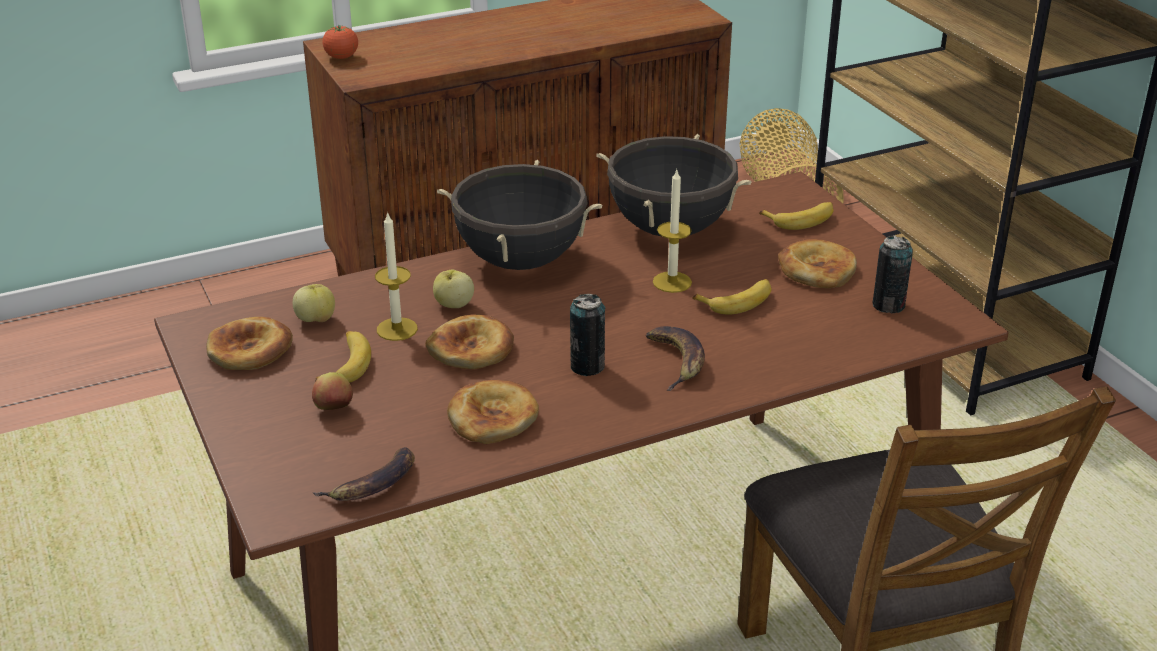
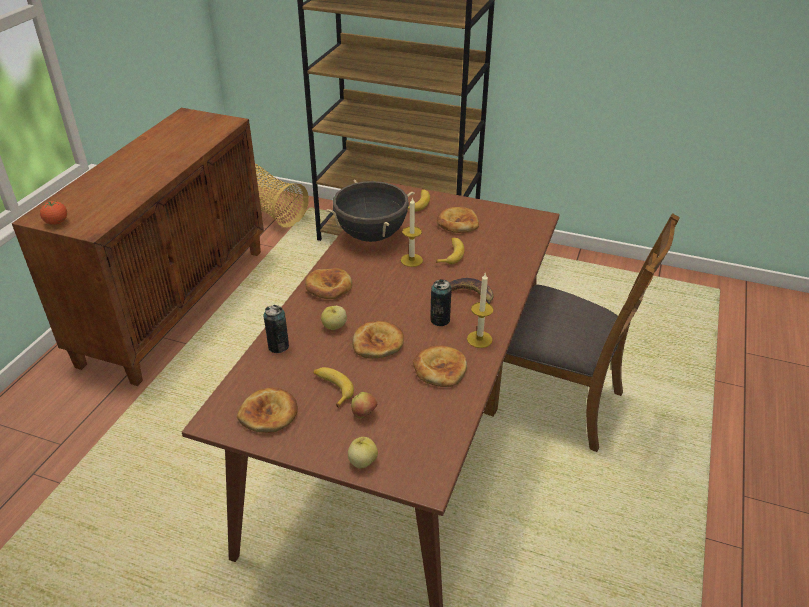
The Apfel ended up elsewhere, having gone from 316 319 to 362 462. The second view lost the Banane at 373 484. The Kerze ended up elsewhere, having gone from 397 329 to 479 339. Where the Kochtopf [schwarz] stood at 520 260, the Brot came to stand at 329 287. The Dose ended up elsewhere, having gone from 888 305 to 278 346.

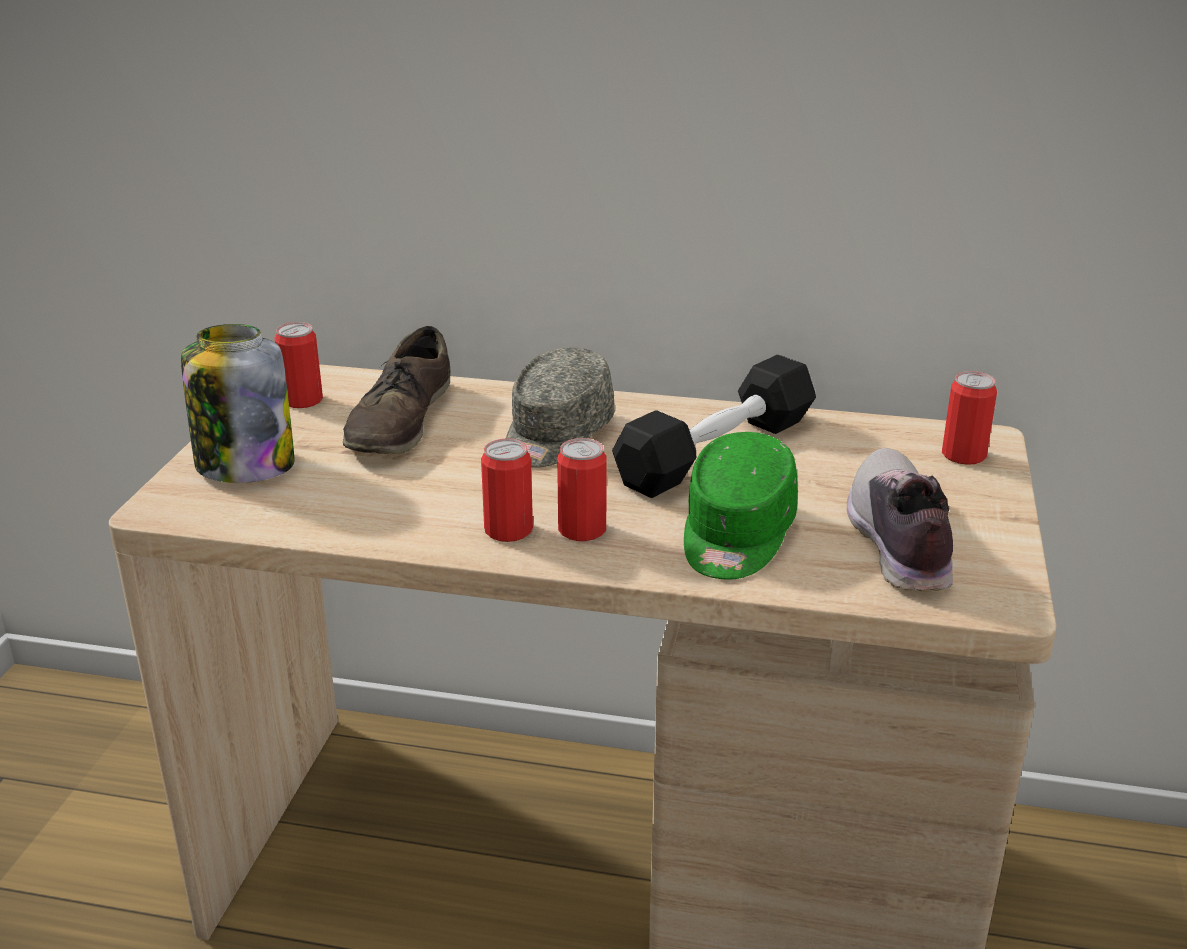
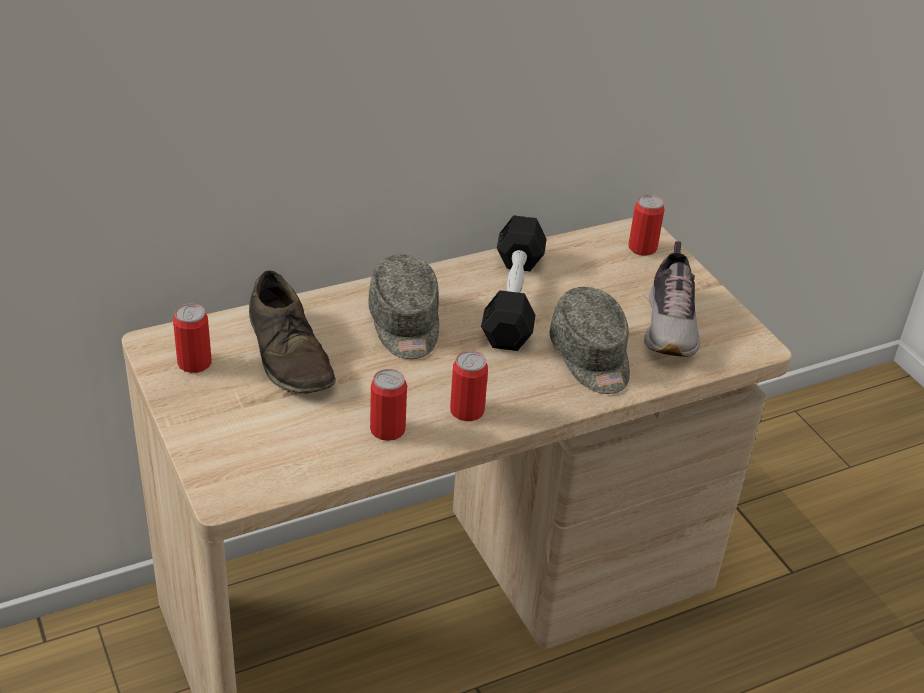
The second view lost the Vorratsglas at 244 465. The Dose ended up elsewhere, having gone from 582 530 to 387 430. What was the Kappe [grün] at 736 535 turned into the Kappe [grau] at 591 358. The Schuh at 897 541 ended up facing another way, 135 degrees counterclockwise from before.

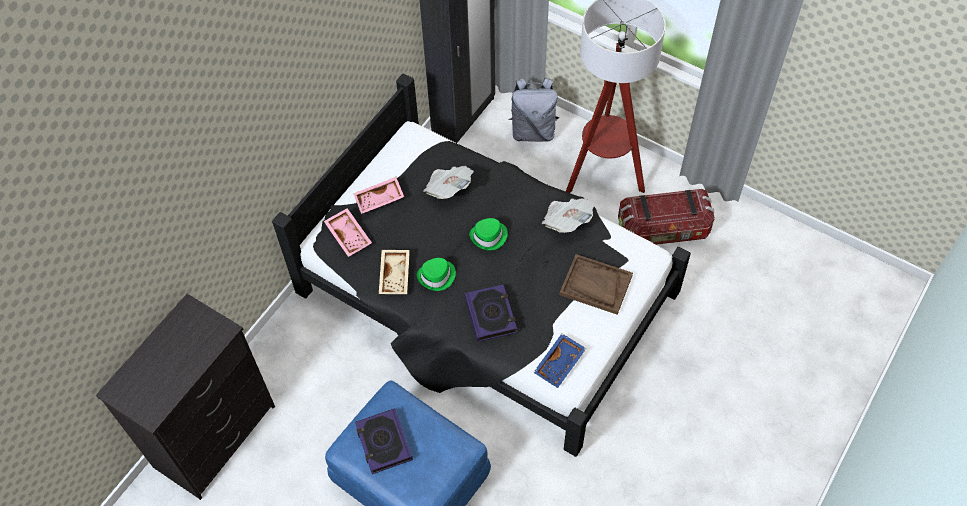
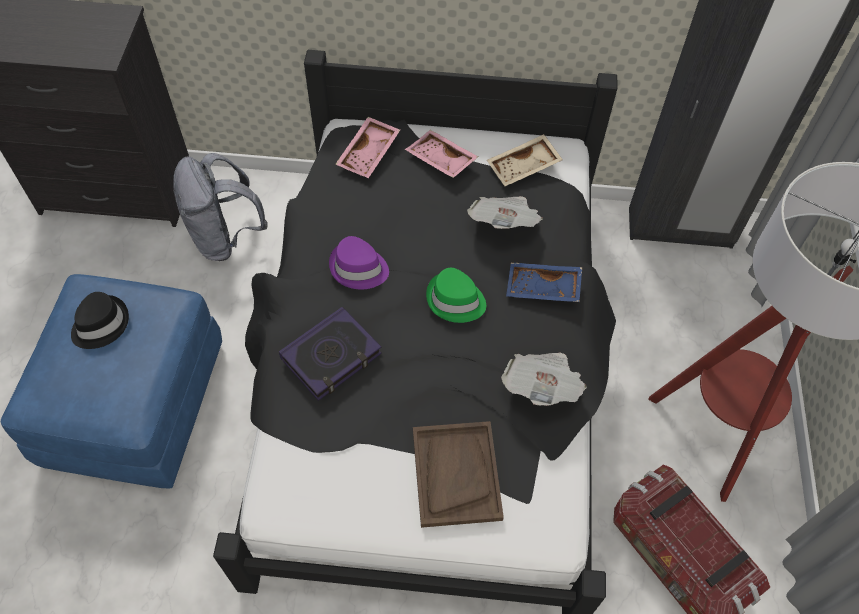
Where the Buch stood at 383 443, the Hut [schwarz] came to stand at 100 324. The Tablett [beige] ended up elsewhere, having gone from 395 275 to 524 167. What was the Hut [grün] at 437 276 turned into the Hut [lila] at 358 268. The Rucksack [grau] ended up elsewhere, having gone from 533 131 to 225 237. The Tablett [blau] ended up elsewhere, having gone from 560 364 to 542 289.

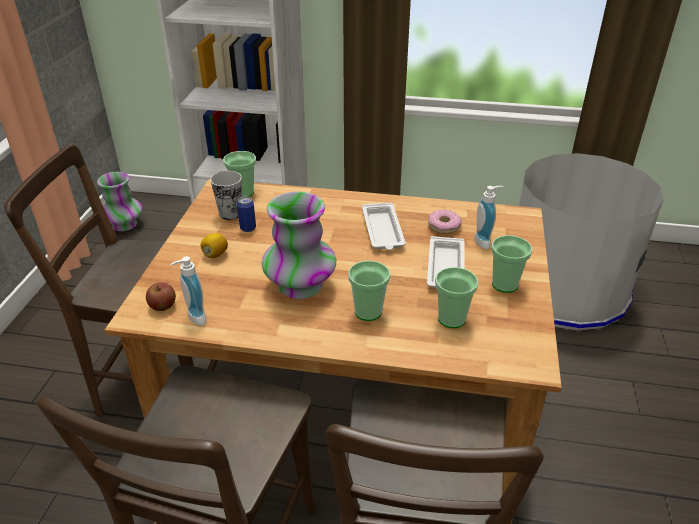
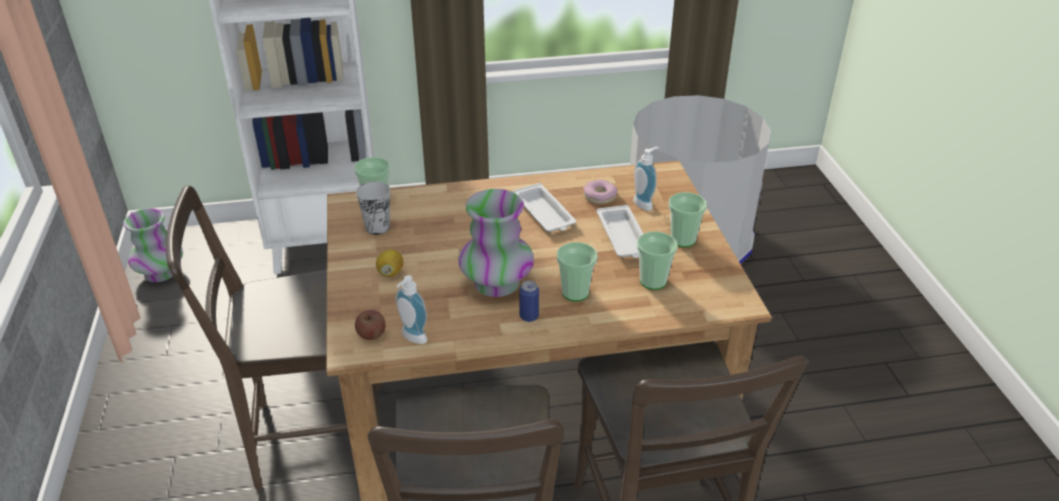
The Dose ended up elsewhere, having gone from 248 228 to 529 316.

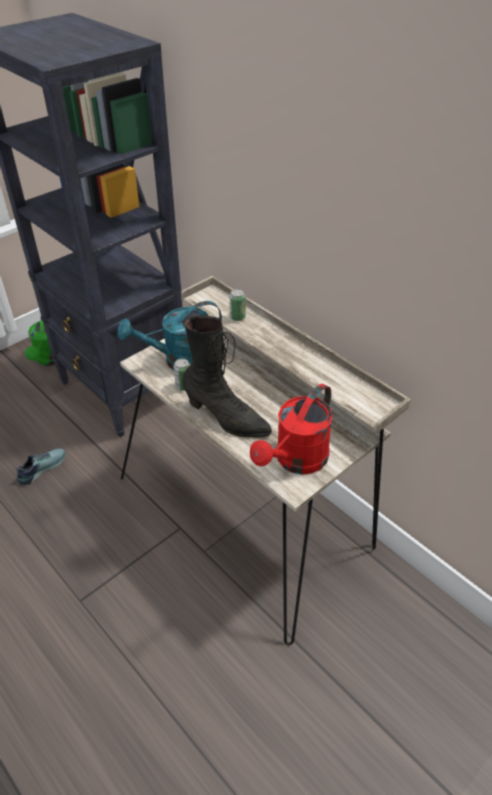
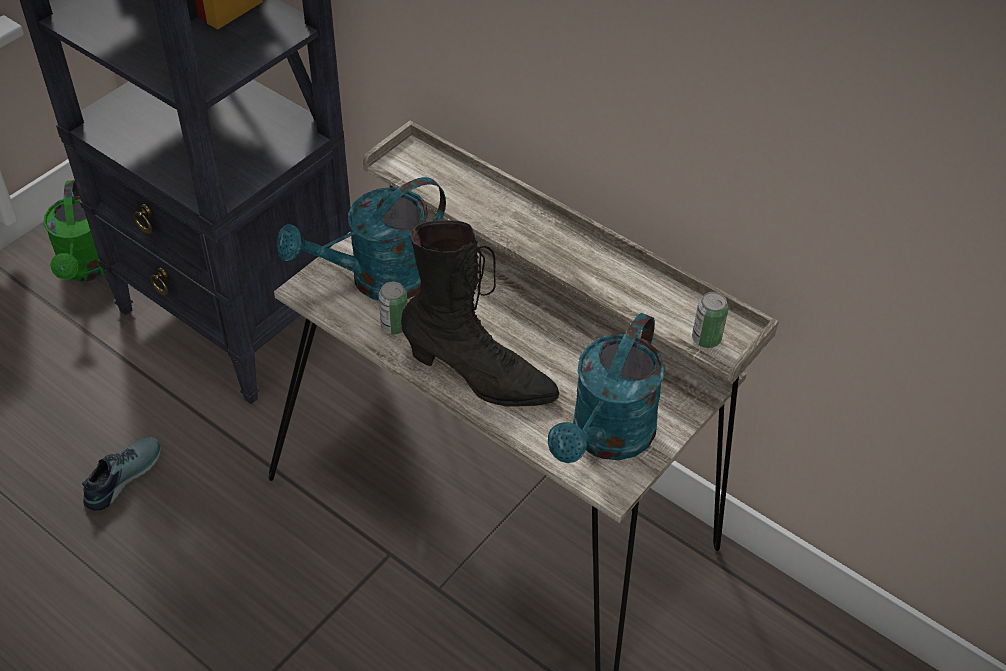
The Dose ended up elsewhere, having gone from 237 317 to 706 339. What was the Gießkanne [rot] at 296 461 turned into the Gießkanne [türkis] at 606 438.

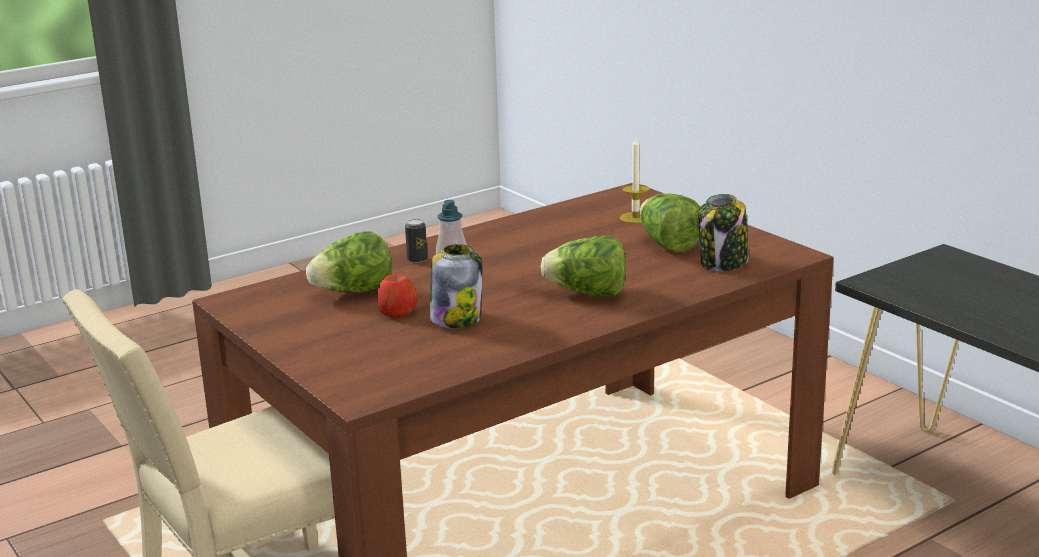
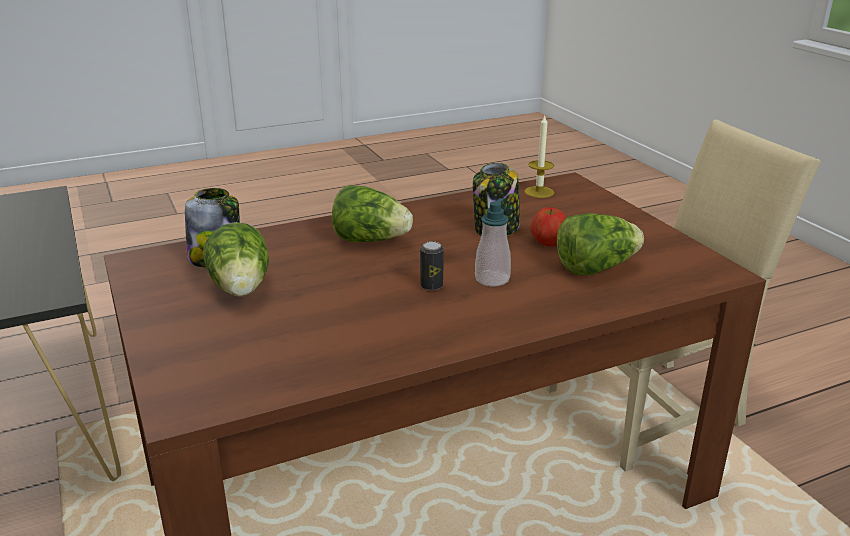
The Dose ended up elsewhere, having gone from 417 260 to 431 286. The Kerze ended up elsewhere, having gone from 635 218 to 539 192.

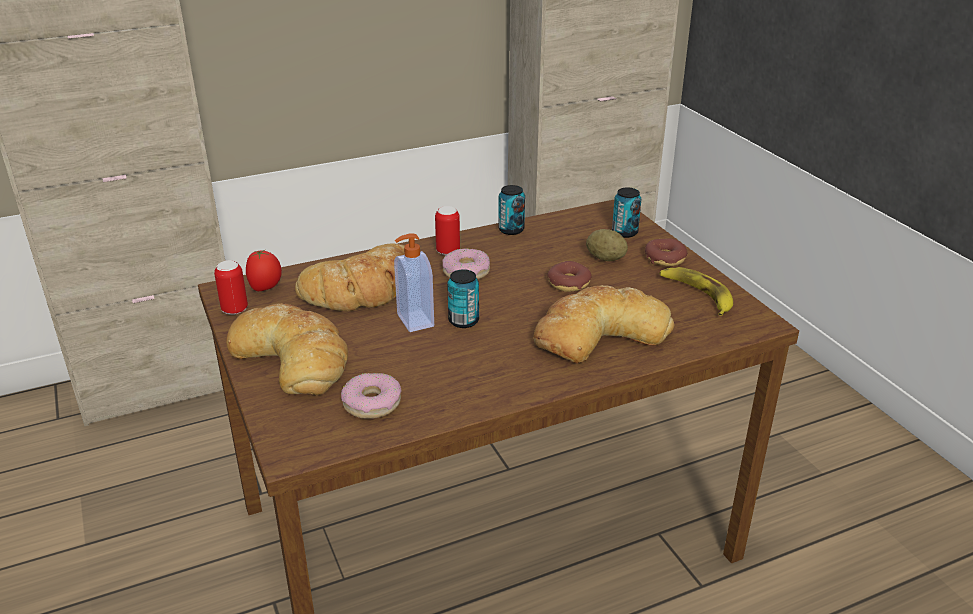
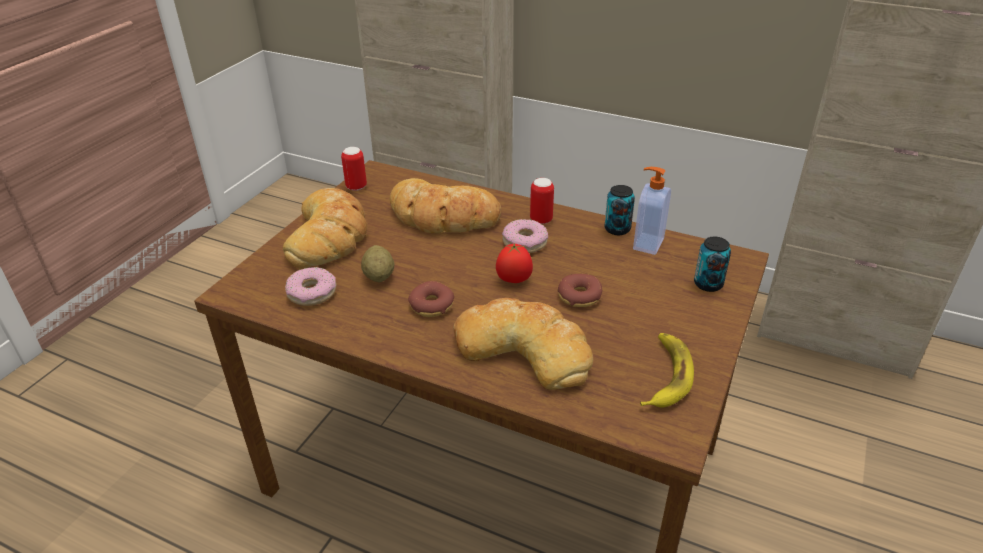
The Tomate ended up elsewhere, having gone from 266 288 to 514 280. The Seifenspender ended up elsewhere, having gone from 414 321 to 647 244. The second view lost the Dose at 463 321. The Kartoffel ended up elsewhere, having gone from 605 258 to 379 276. The Donut ended up elsewhere, having gone from 665 258 to 432 305.

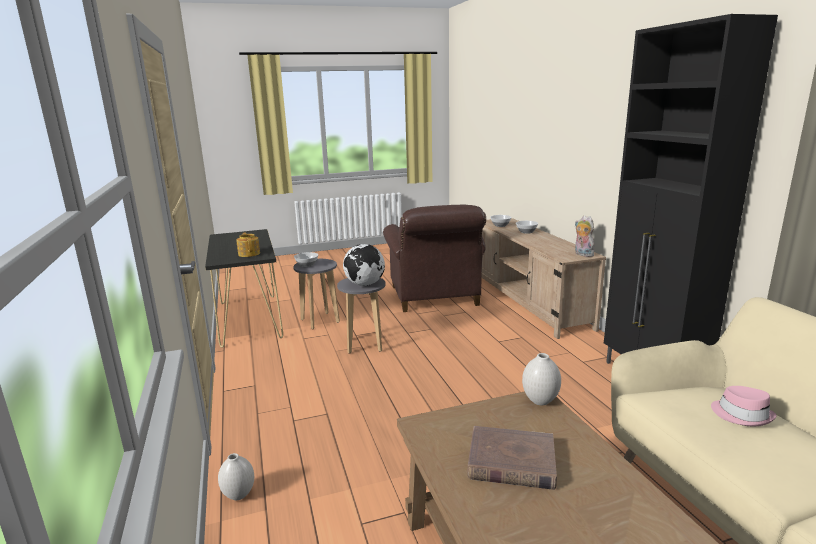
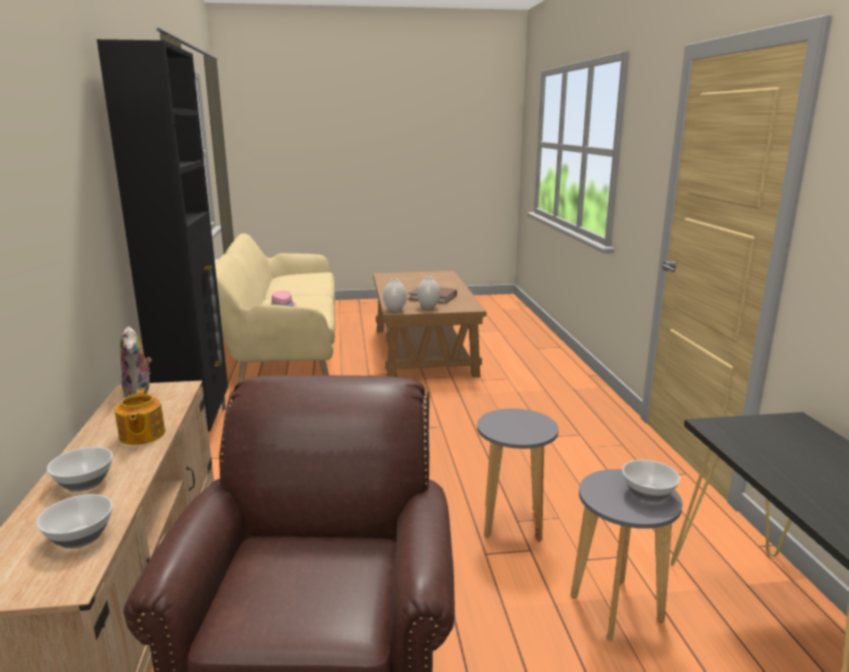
The Vase [weiß] ended up elsewhere, having gone from 238 495 to 429 307. The Teekanne ended up elsewhere, having gone from 249 253 to 141 435. The second view lost the Globus at 365 284.

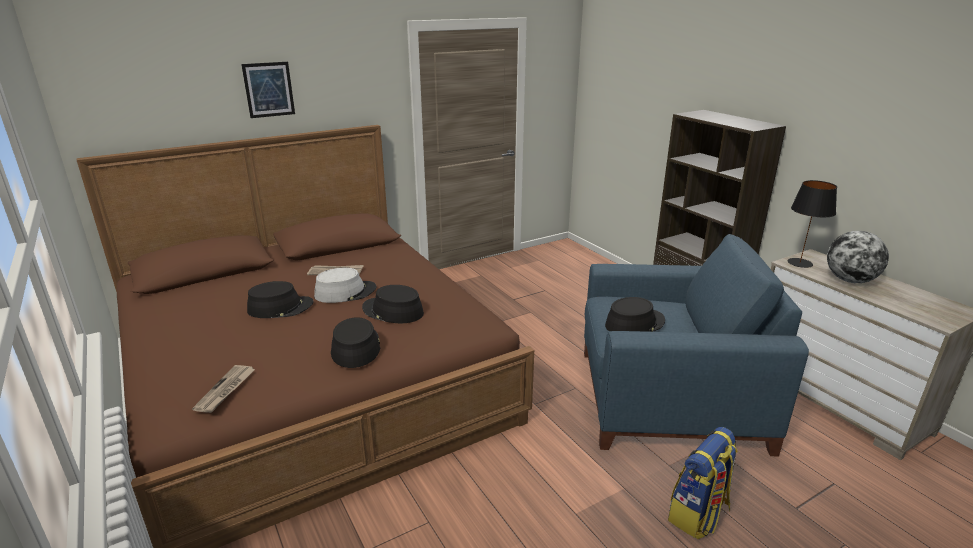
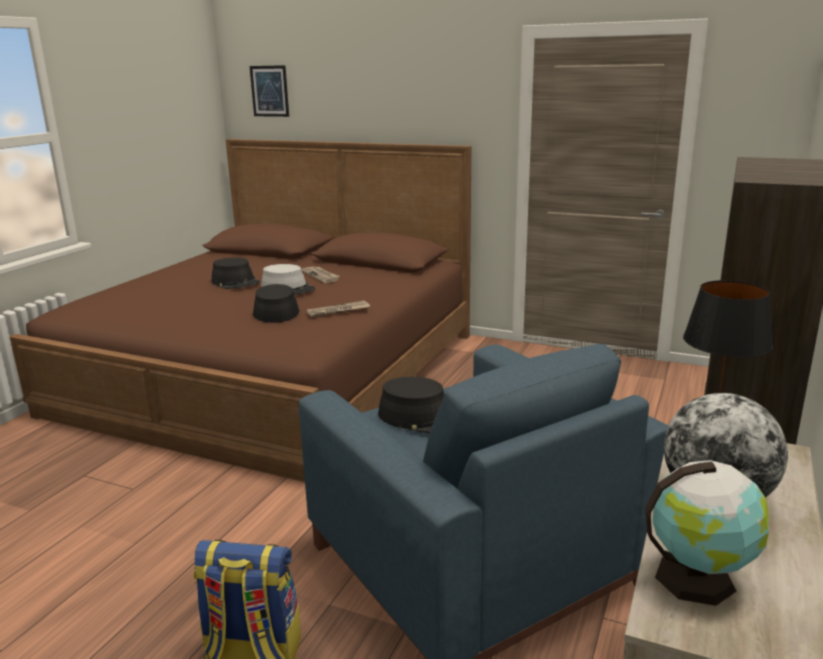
The Zeitung ended up elsewhere, having gone from 225 390 to 338 311. The Bild ended up elsewhere, having gone from 269 89 to 269 91. The second view lost the Hut [schwarz] at 355 347. The second view gained the Globus at 699 578.

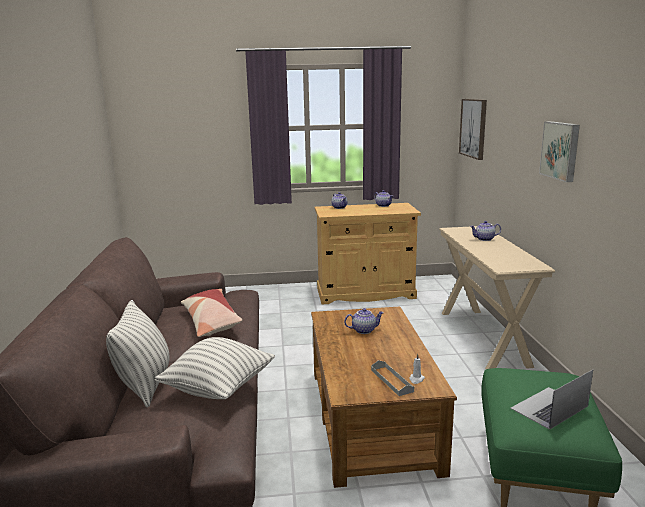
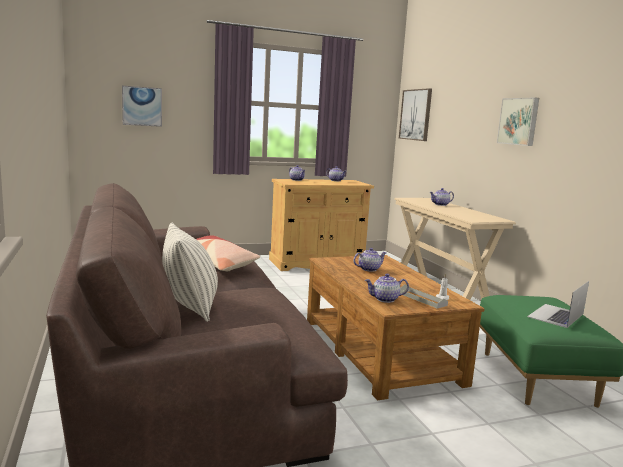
The second view lost the Kissen at 218 389. The second view gained the Bild at 142 106. The second view gained the Teekanne at 385 299.

